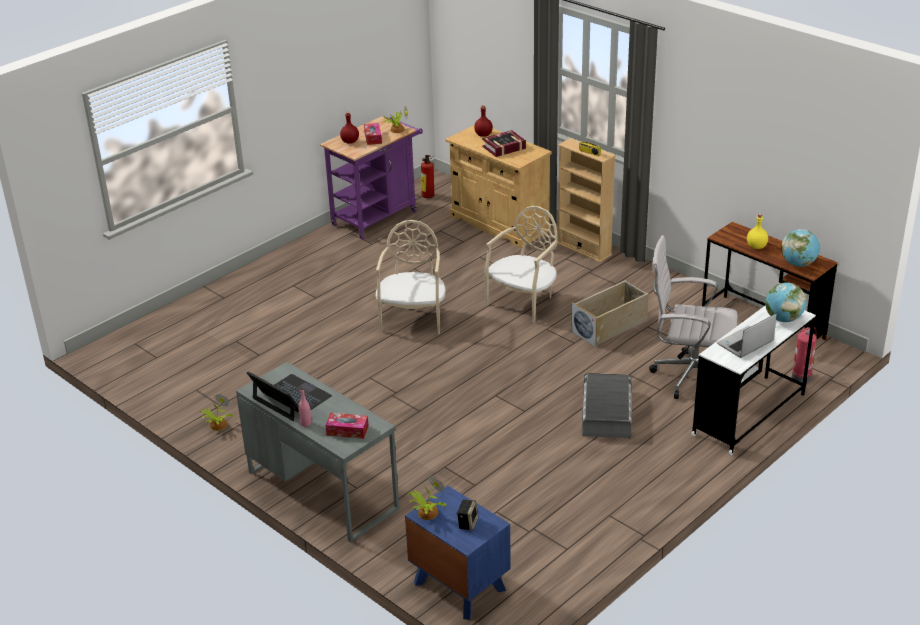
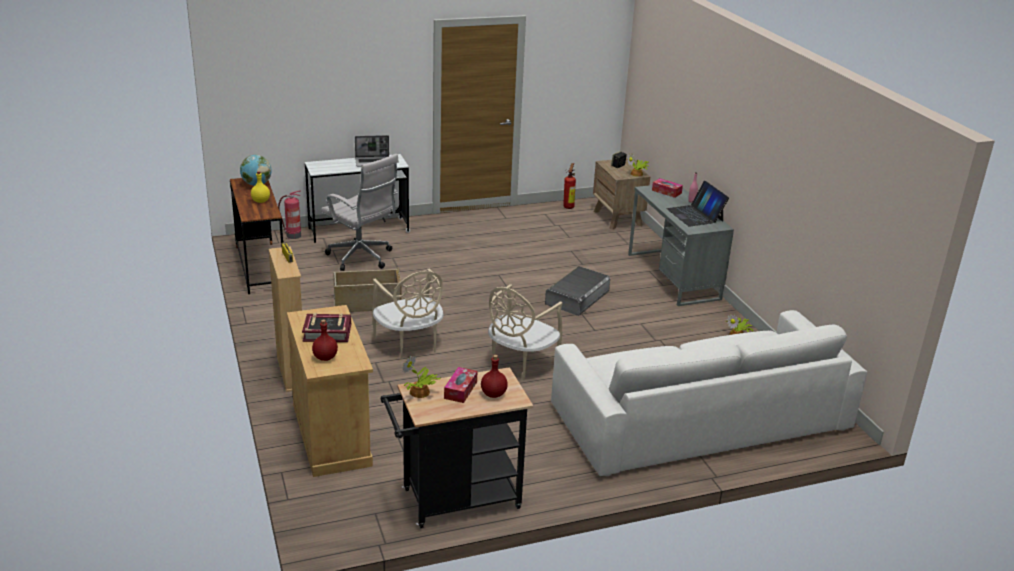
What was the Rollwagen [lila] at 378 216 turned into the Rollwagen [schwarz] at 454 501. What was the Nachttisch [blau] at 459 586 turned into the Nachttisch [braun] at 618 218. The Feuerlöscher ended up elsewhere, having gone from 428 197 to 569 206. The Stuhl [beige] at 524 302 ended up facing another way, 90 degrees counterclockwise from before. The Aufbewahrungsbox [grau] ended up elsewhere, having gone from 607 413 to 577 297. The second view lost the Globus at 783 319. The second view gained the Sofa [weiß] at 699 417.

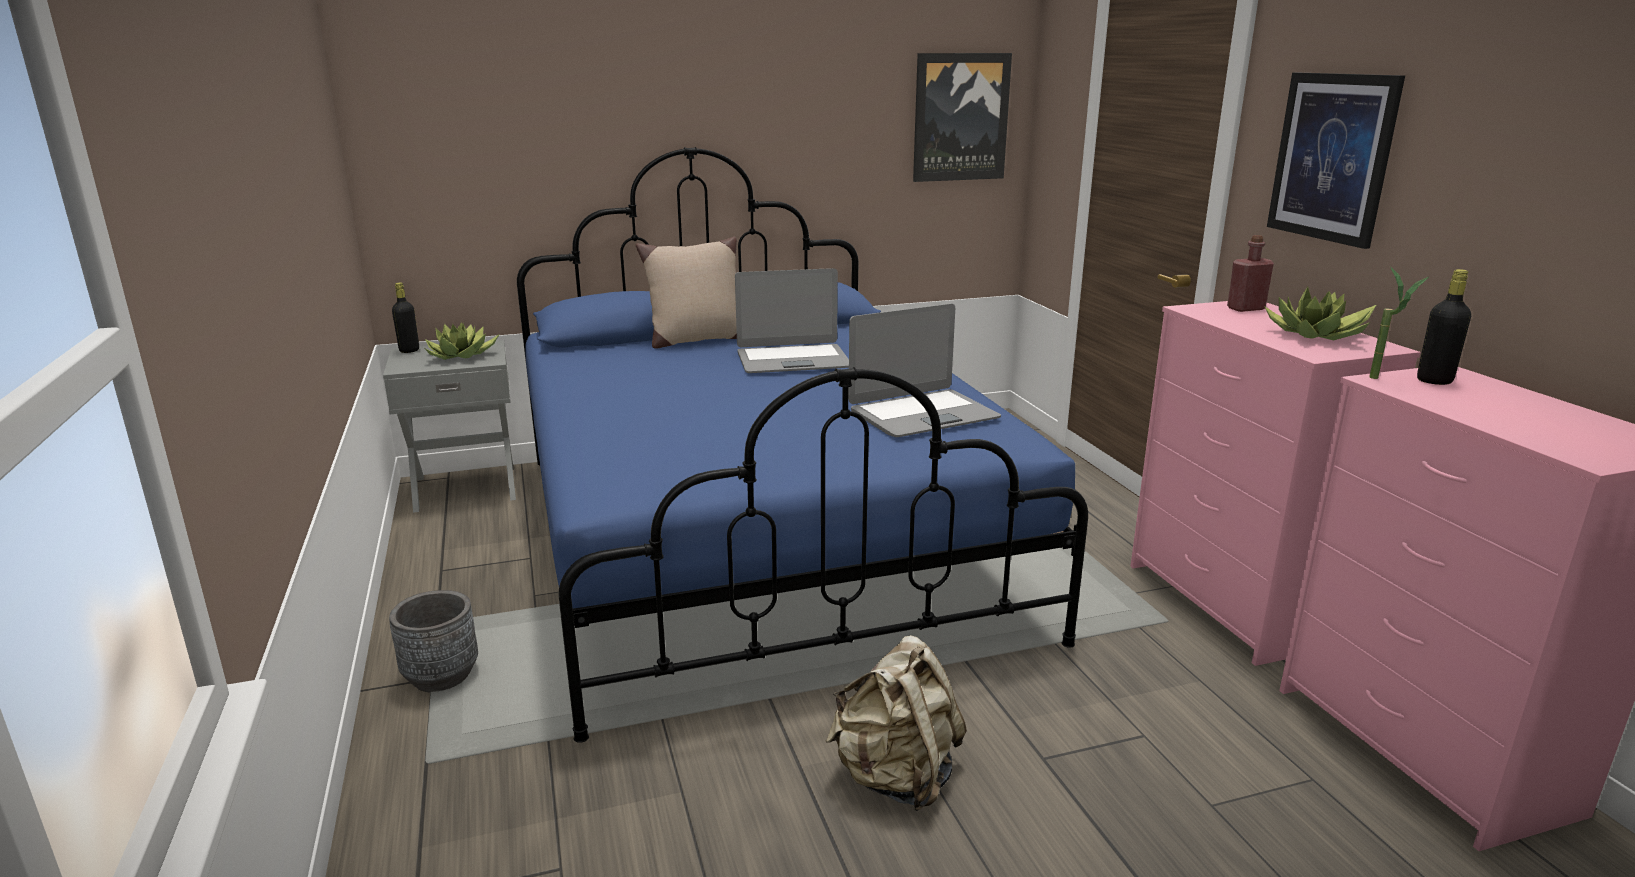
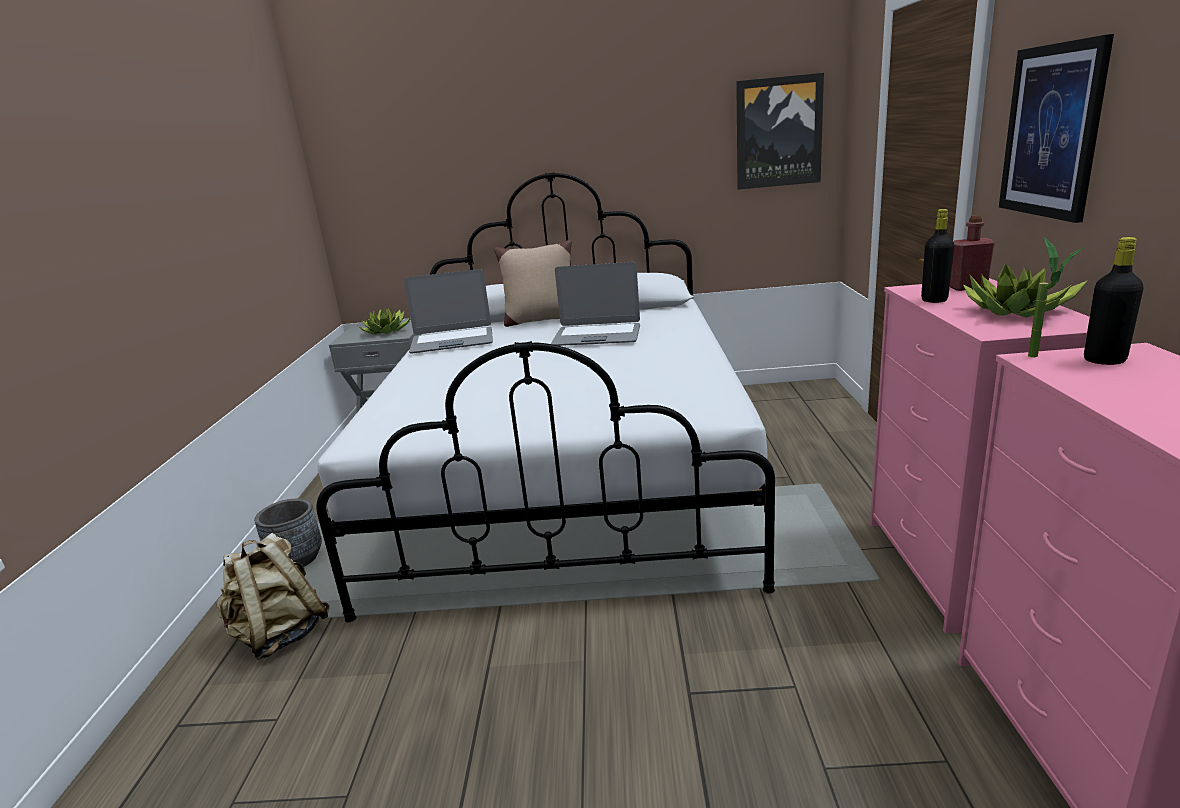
The Flasche [schwarz] ended up elsewhere, having gone from 409 350 to 934 300. What was the Bett [blau] at 758 539 turned into the Bett [weiß] at 569 476. The Rucksack [beige] ended up elsewhere, having gone from 896 778 to 280 635. The Laptop ended up elsewhere, having gone from 922 415 to 452 341.

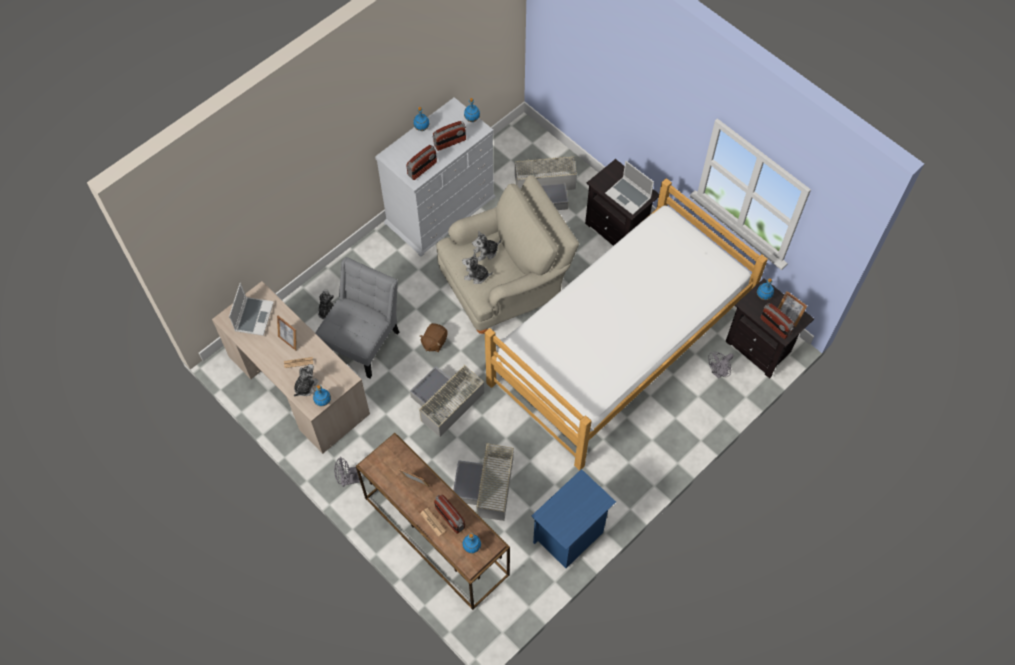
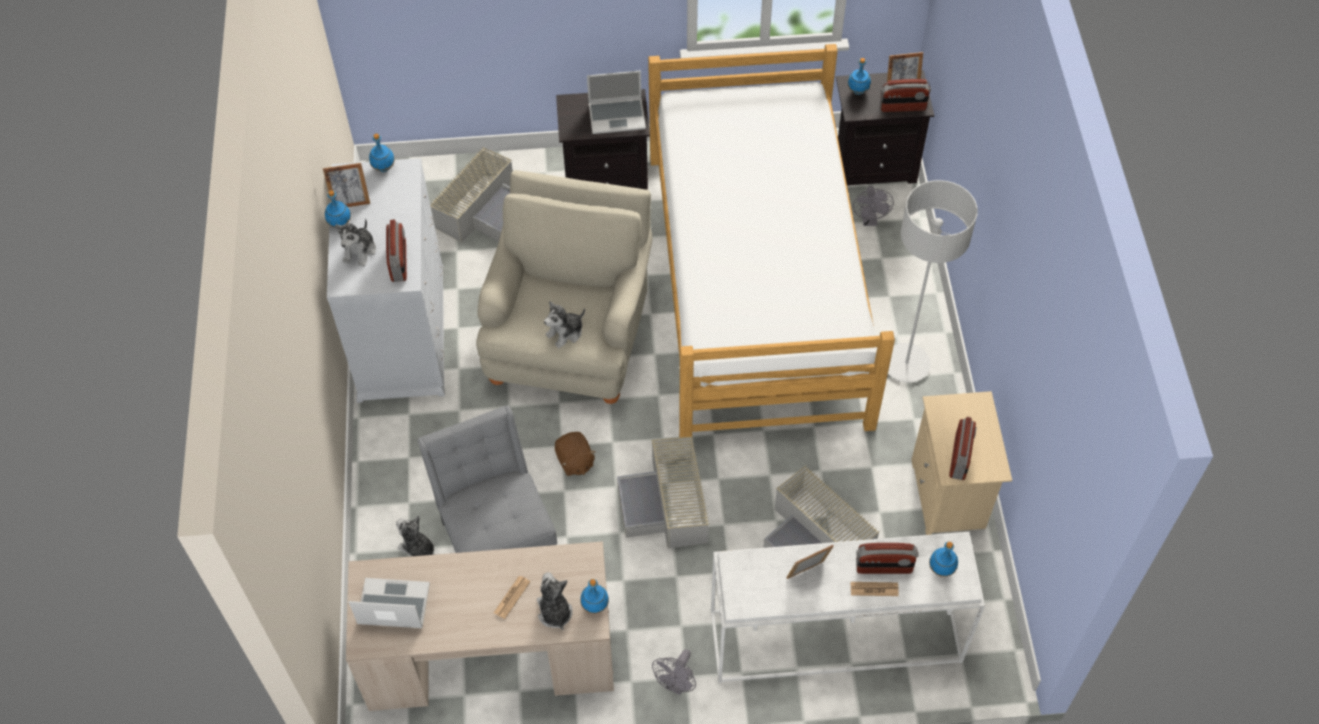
The Laptop at 254 316 ended up facing another way, 45 degrees counterclockwise from before. The Bilderrahmen ended up elsewhere, having gone from 289 341 to 351 202. What was the Konsolentisch [braun] at 434 536 turned into the Konsolentisch [weiß] at 834 638. The Radio ended up elsewhere, having gone from 450 142 to 960 457. The Plüschtier ended up elsewhere, having gone from 486 252 to 360 251. What was the Nachttisch [blau] at 570 536 turned into the Nachttisch [beige] at 949 497. The second view gained the Stehlampe [grau] at 906 364.

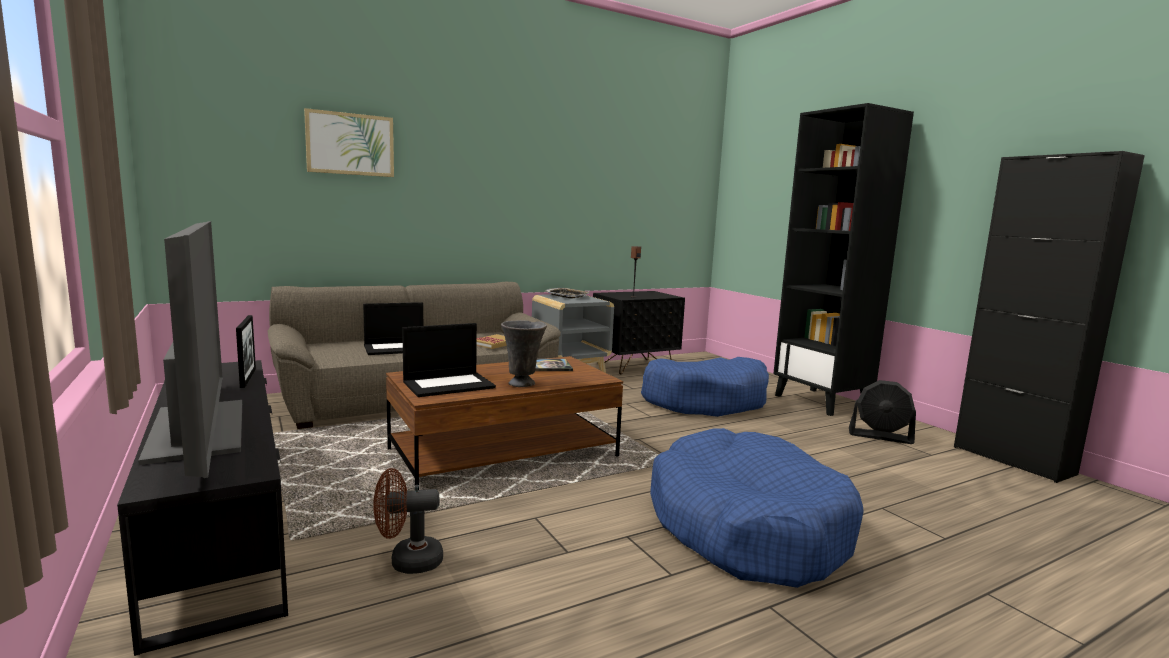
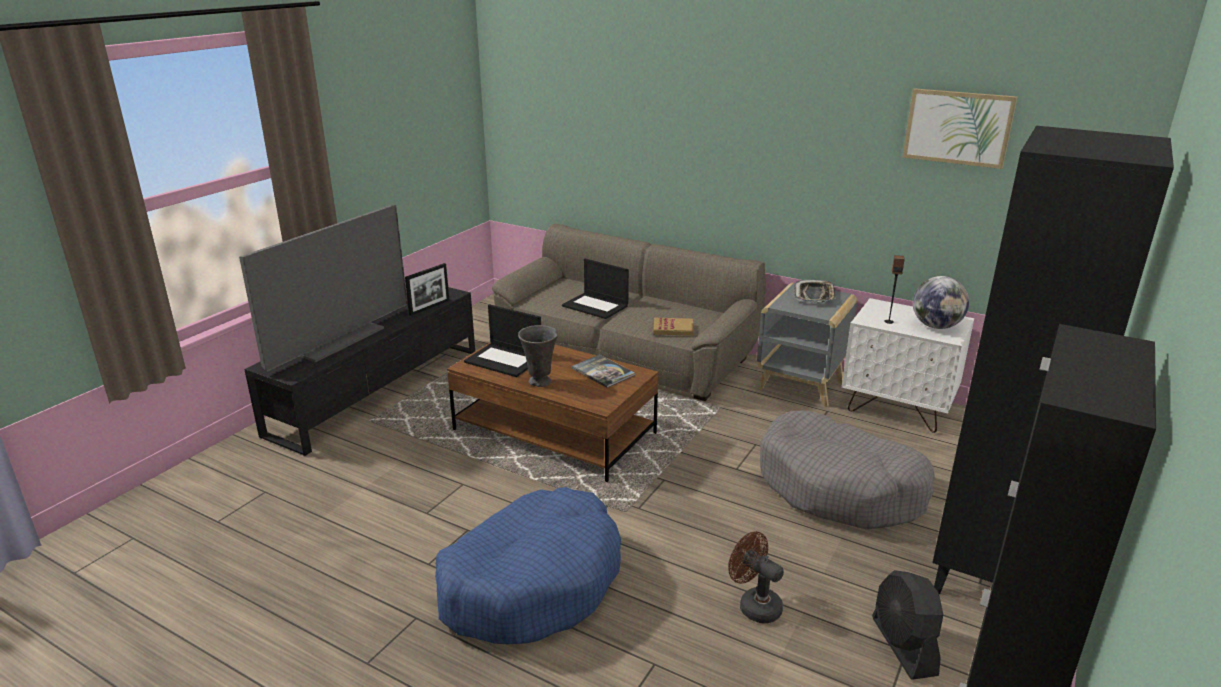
The Bild ended up elsewhere, having gone from 350 144 to 958 127. The Ventilator [braun] ended up elsewhere, having gone from 407 562 to 754 605. What was the Nachttisch [schwarz] at 634 366 turned into the Nachttisch [weiß] at 897 409. What was the Hundebett [blau] at 705 401 turned into the Hundebett [grau] at 840 487. The second view gained the Globus at 936 326.

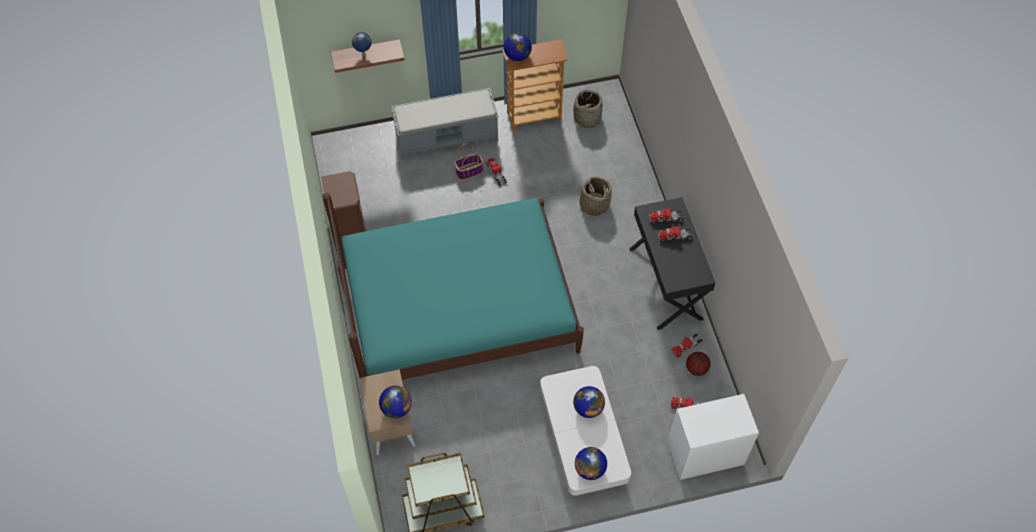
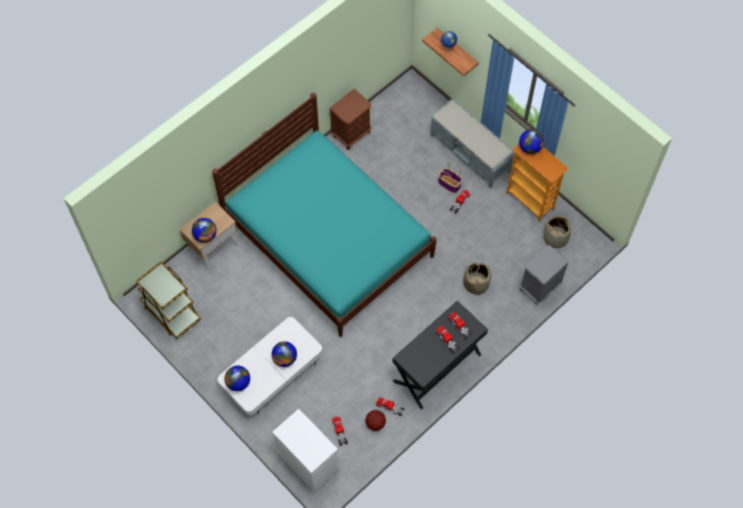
The second view gained the Nachttisch [grau] at 538 287.

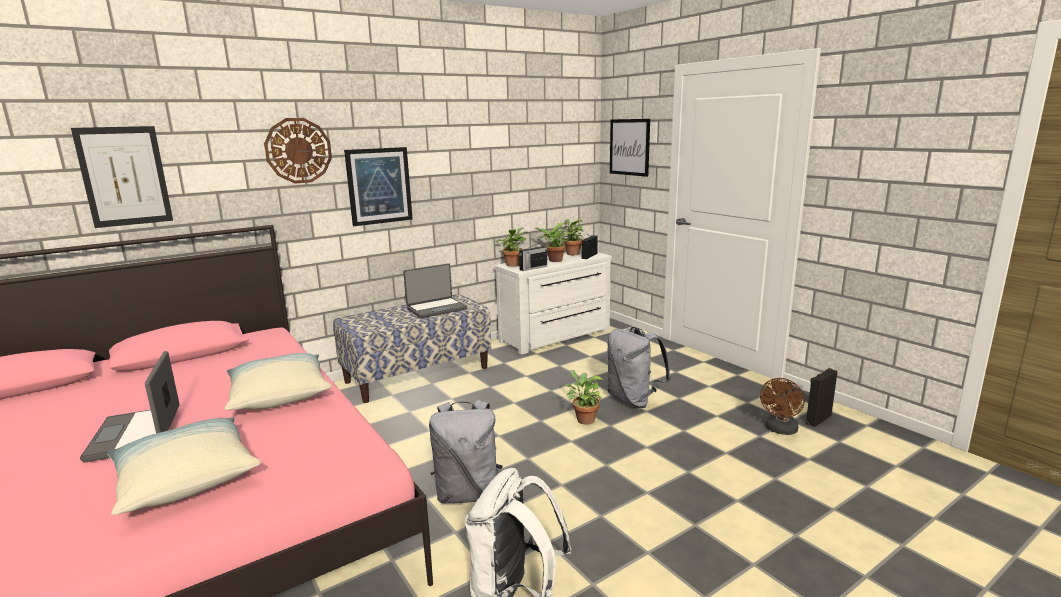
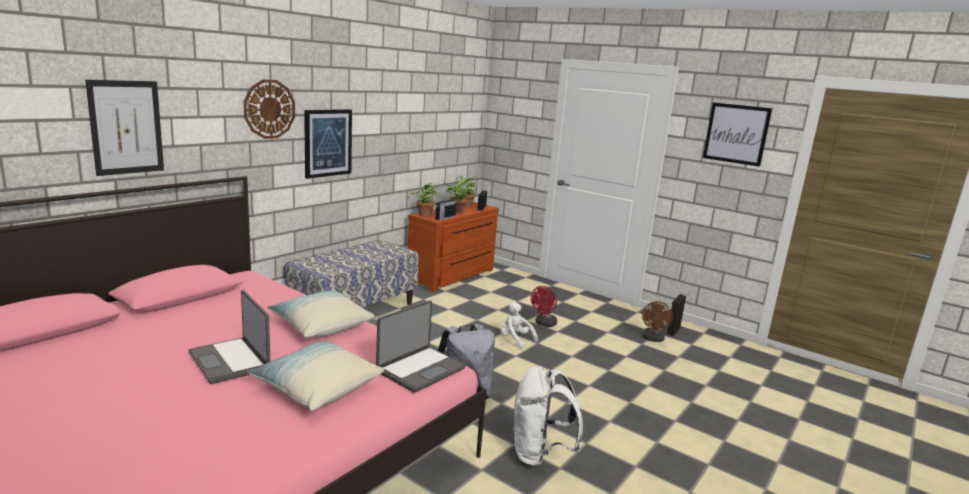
The Laptop ended up elsewhere, having gone from 436 308 to 420 369. What was the Kommode [weiß] at 557 336 turned into the Kommode [braun] at 453 276. Where the Topfpflanze stood at 583 419, the Plüschtier [weiß] came to stand at 515 340. Where the Rucksack [grau] stood at 634 400, the Ventilator [rot] came to stand at 544 324. The Bild ended up elsewhere, having gone from 629 147 to 736 134.

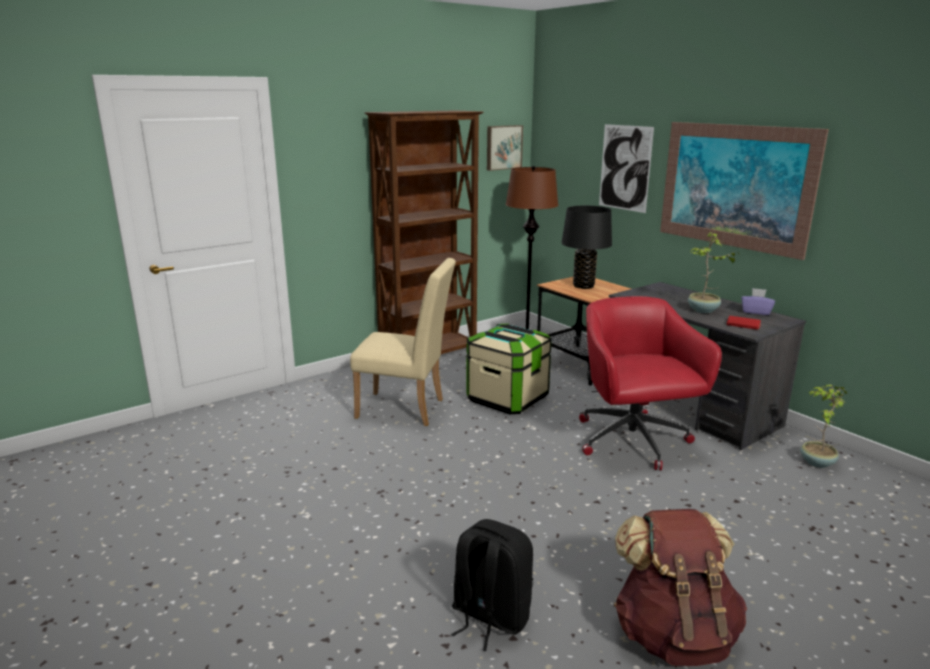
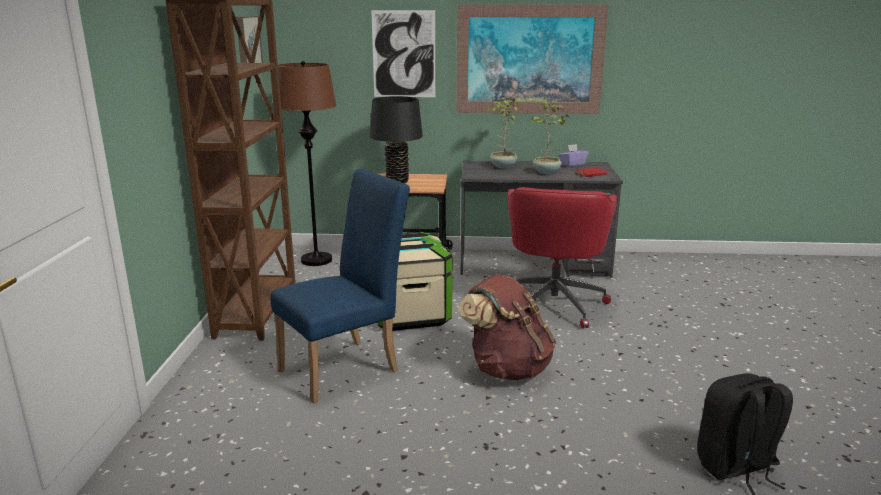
What was the Stuhl [beige] at 407 409 turned into the Stuhl [blau] at 346 367. The Bürostuhl [rot] at 633 442 ended up facing another way, 105 degrees counterclockwise from before. The Rucksack [braun] ended up elsewhere, having gone from 673 634 to 507 368. The Topfpflanze ended up elsewhere, having gone from 816 462 to 502 166.

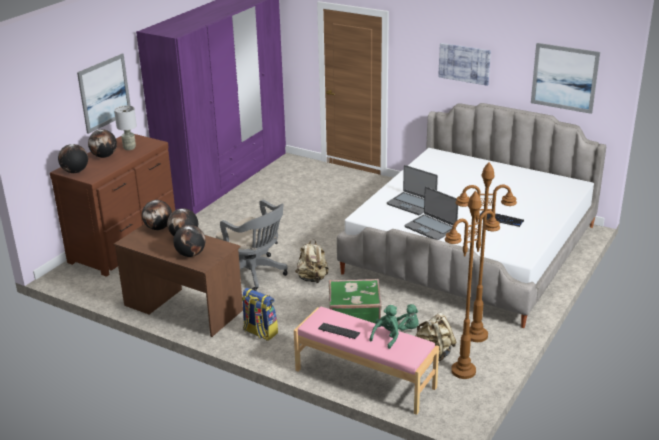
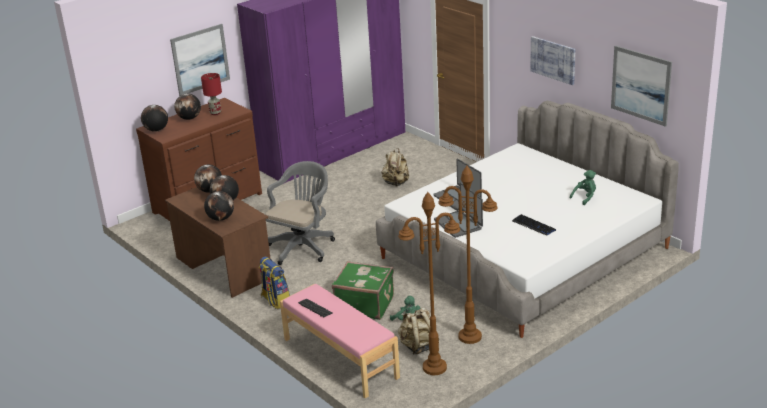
What was the Tischlampe [grau] at 129 148 turned into the Tischlampe [rot] at 215 113. The Bürostuhl [grau] at 254 274 ended up facing another way, 120 degrees counterclockwise from before. The Rucksack [beige] ended up elsewhere, having gone from 313 279 to 396 183. The Plüschtier [grün] ended up elsewhere, having gone from 386 337 to 585 197.

